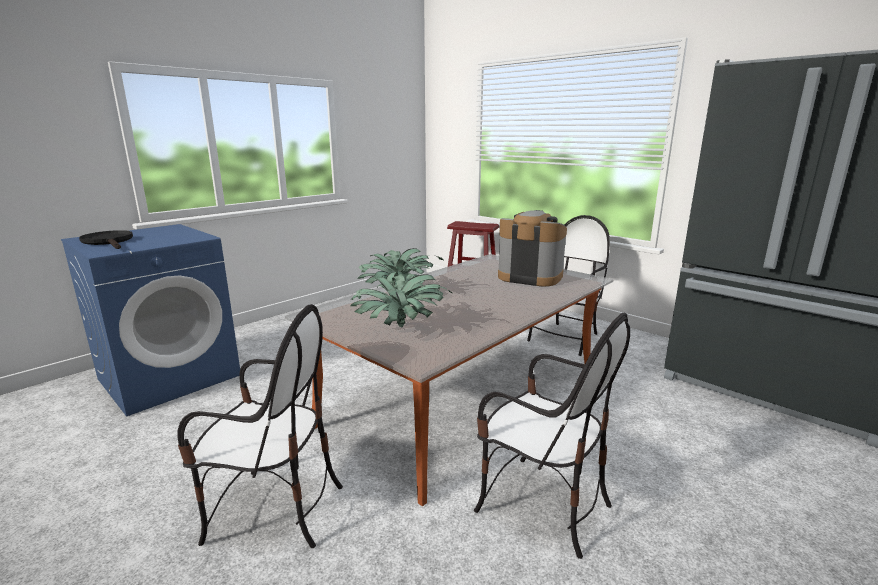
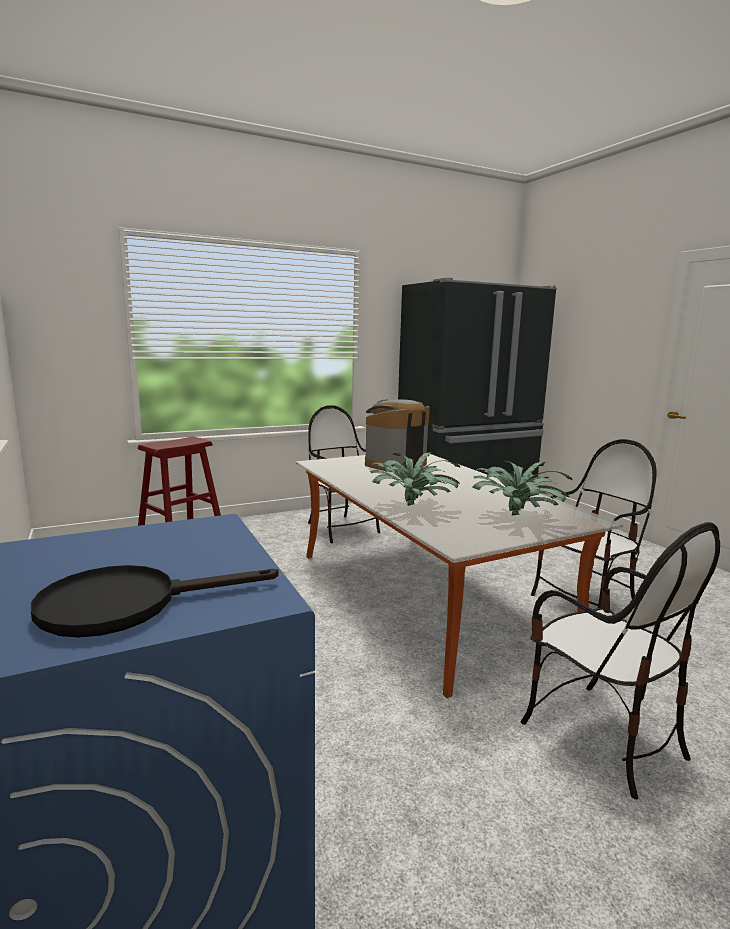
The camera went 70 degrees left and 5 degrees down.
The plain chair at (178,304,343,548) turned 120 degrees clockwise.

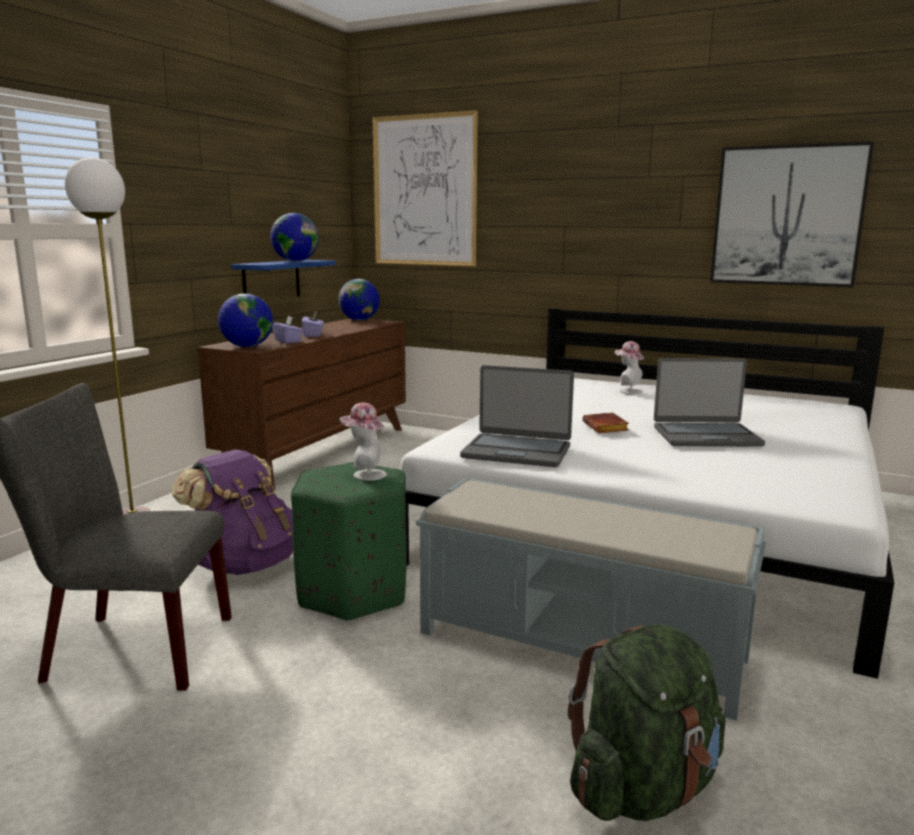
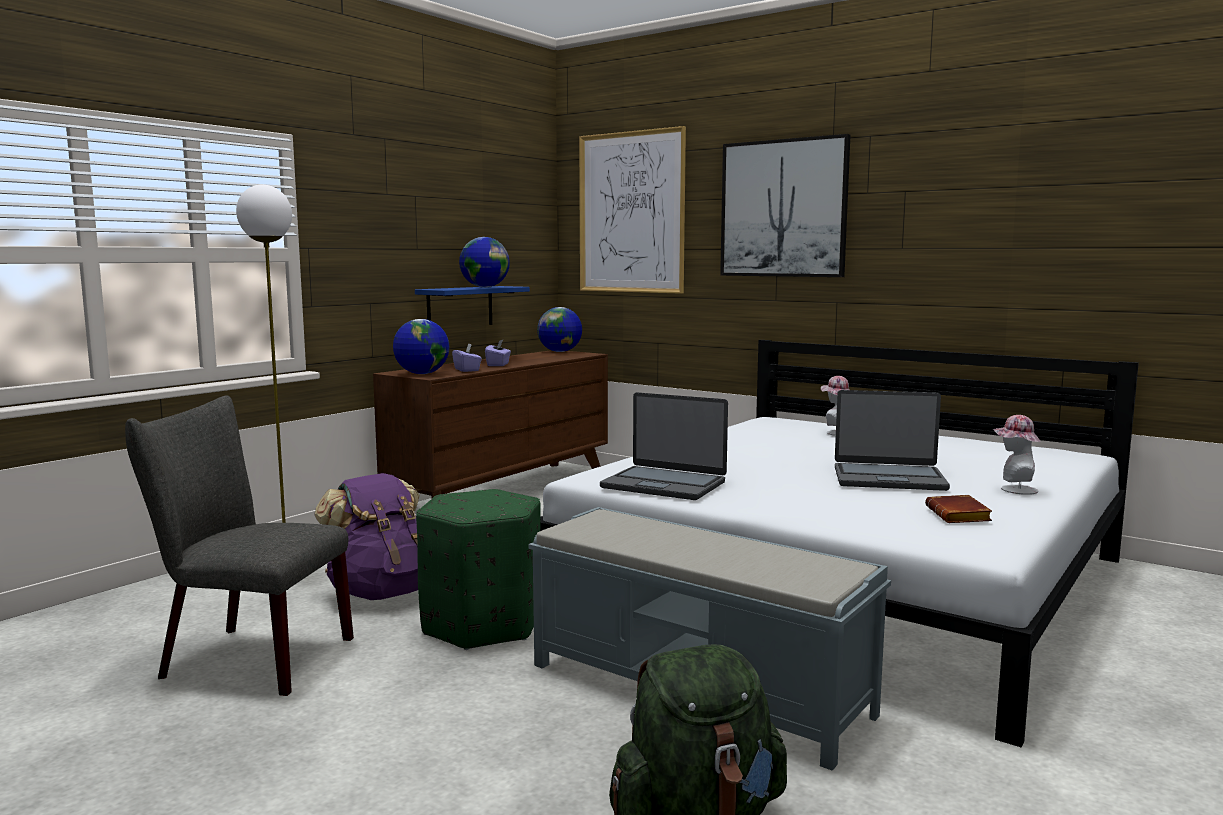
The camera went 10 degrees right and 5 degrees down.
The wearable hat moved from (340,402,386,481) to (993,415,1041,495).
The brownish volume moved from (582,412,629,433) to (925,495,992,523).
The wall picture moved from (710,141,874,287) to (720,134,851,277).

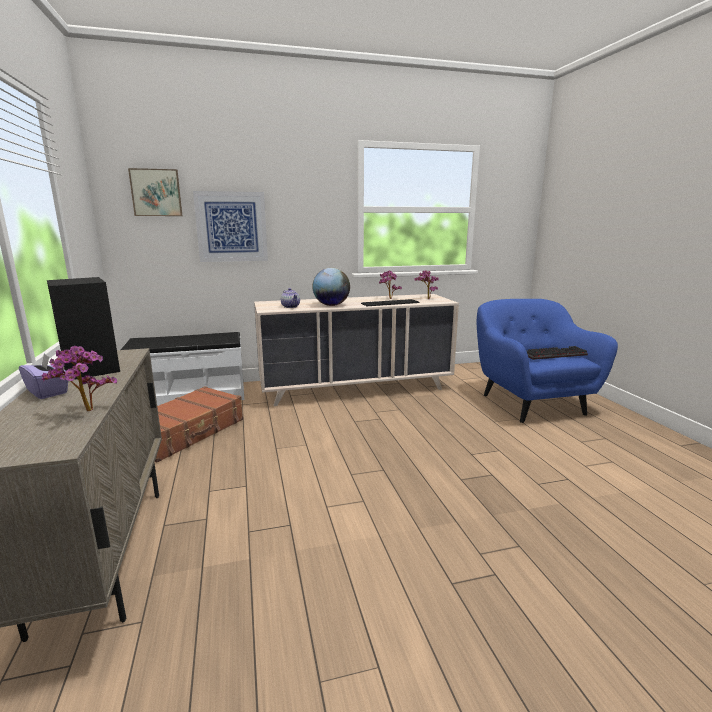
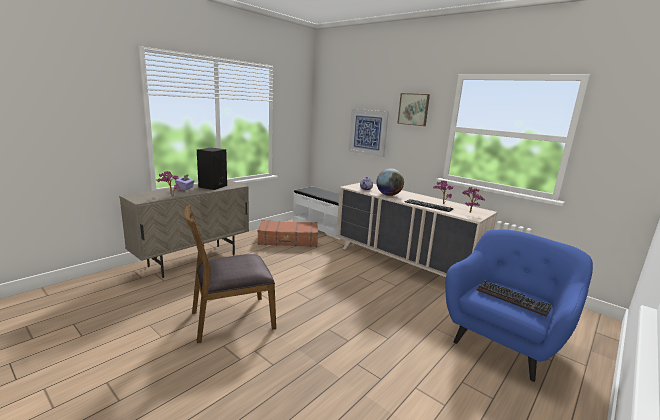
The camera went 55 degrees right and 0 degrees up.
The brownish plain chair at (184,204,276,343) appeared.
The wall picture moved from (128,168,182,216) to (397,93,430,126).

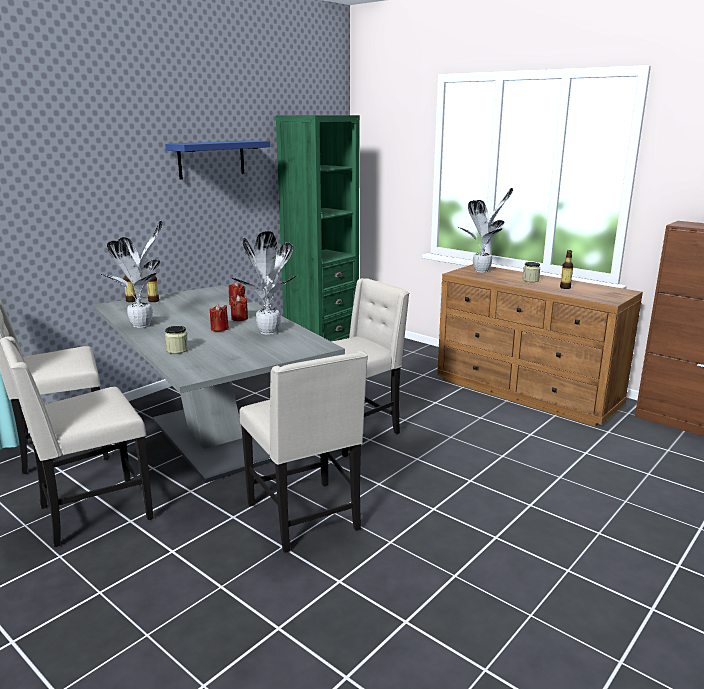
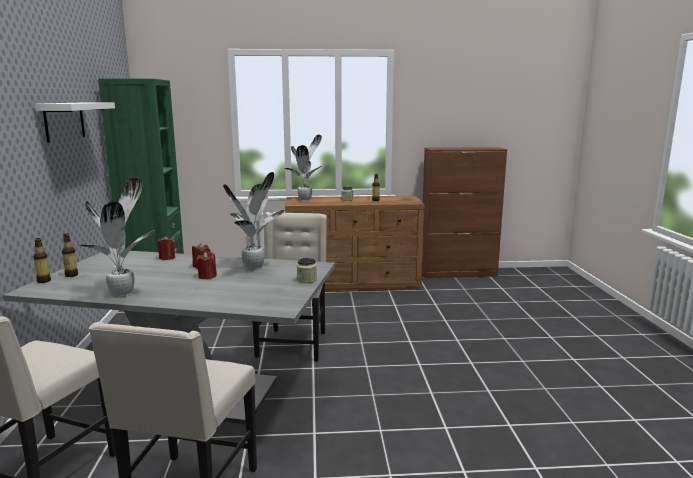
The camera went 45 degrees left and 5 degrees down.
The beige plain chair at (239,351,368,553) disappeared.
The jar moved from (165,326,188,354) to (297,258,317,283).
The blue-coloured wall shelf at (165,140,270,180) became the whitish wall shelf at (35,102,115,143).

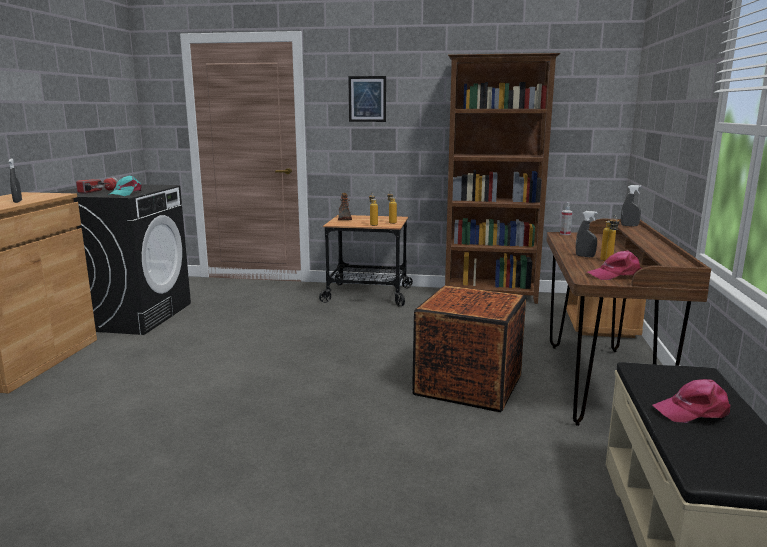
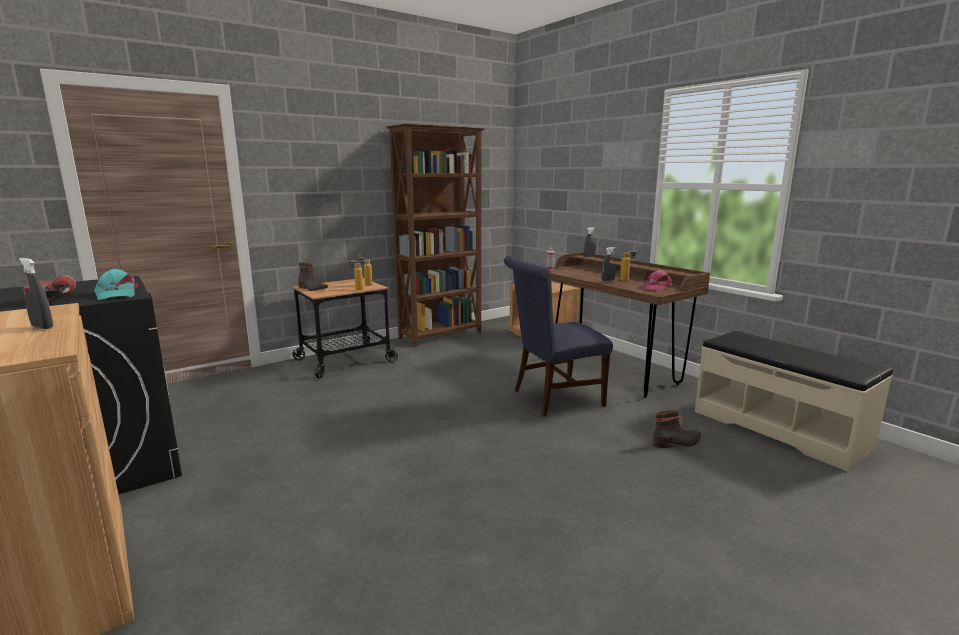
The camera went 45 degrees left and 0 degrees up.
The wall picture at (348,76,386,122) disappeared.
The pink baseball cap at (652,379,730,423) disappeared.
The tall boot at (652,410,701,448) appeared.
The shipping crate at (412,285,526,412) was replaced by the blue-coloured plain chair at (504,256,613,417).

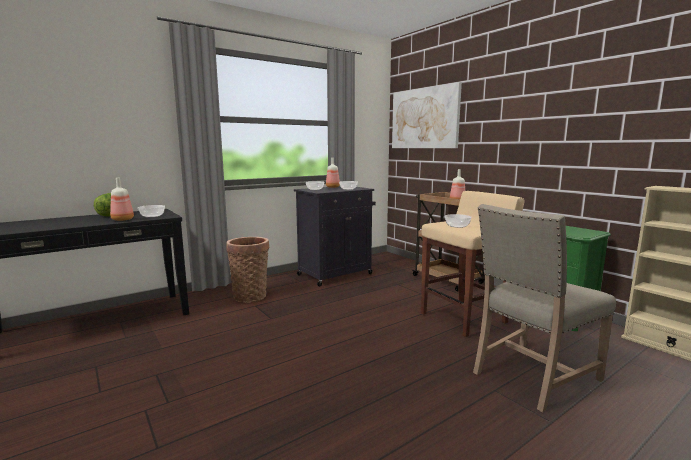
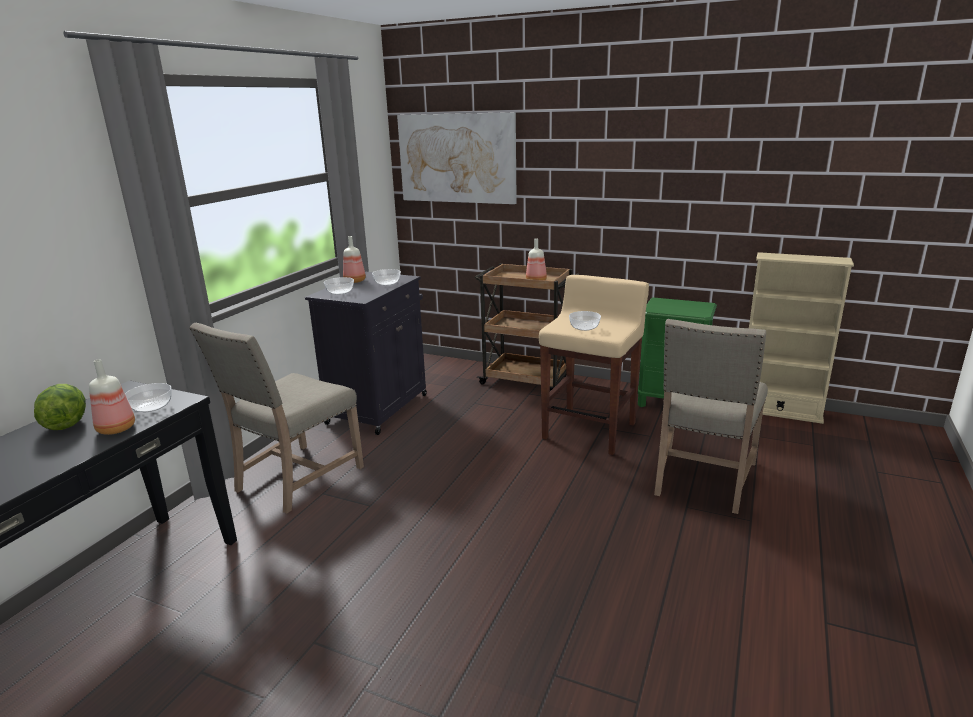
The camera went 30 degrees left and 10 degrees up.
The household basket at (226,237,269,303) was replaced by the beige plain chair at (189,323,364,514).

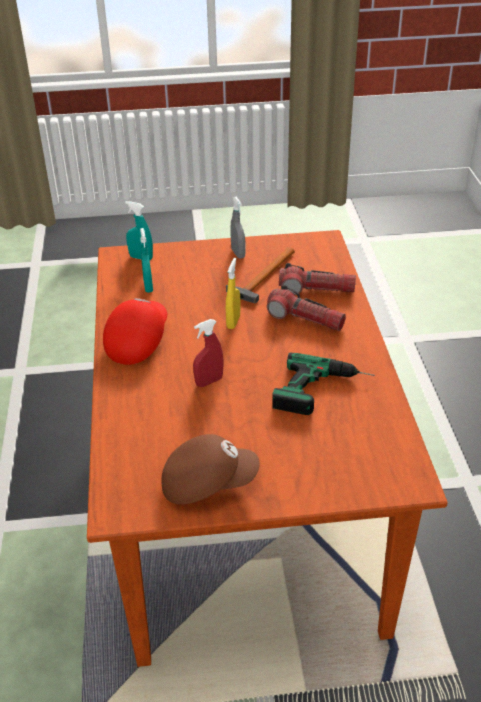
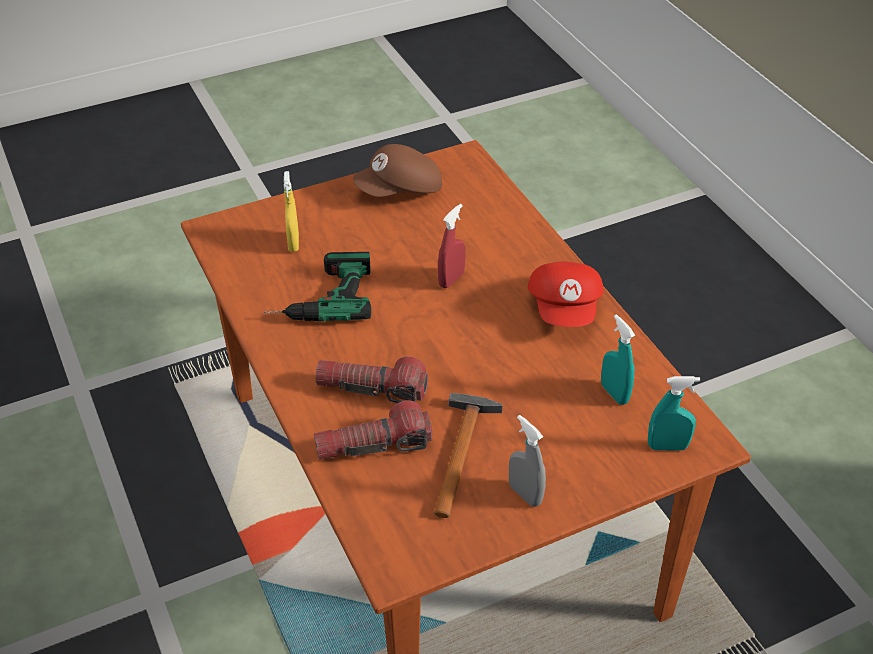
The camera went 160 degrees right and 5 degrees up.
The yellow spray bottle moved from (226,258,240,329) to (284,171,299,252).

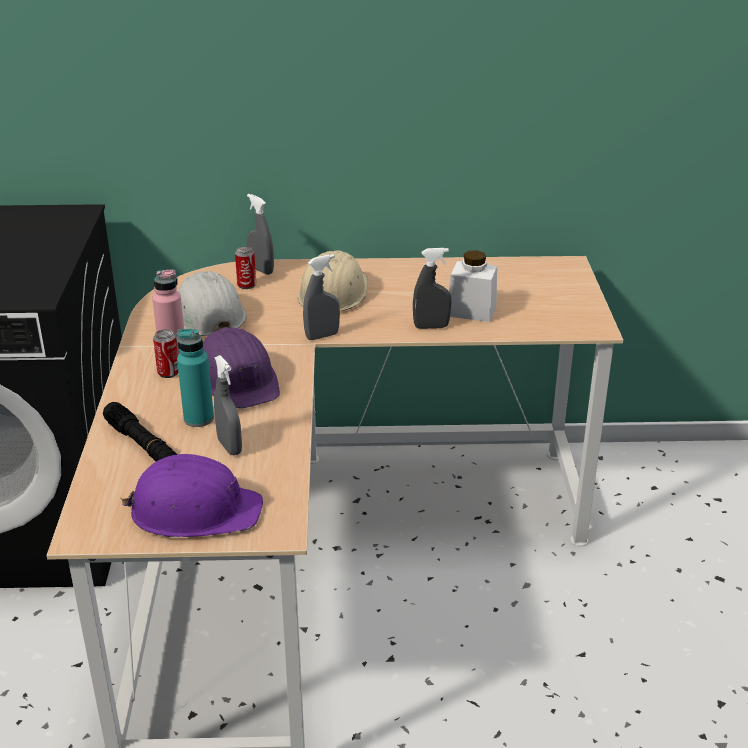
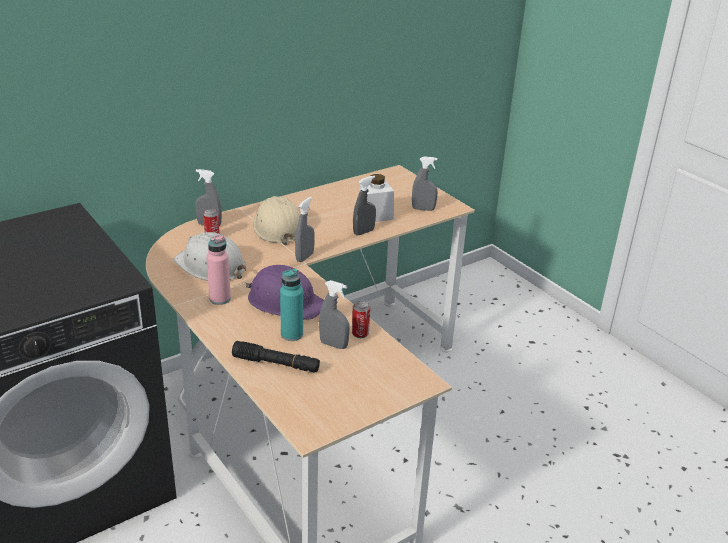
The camera went 35 degrees left and 0 degrees up.
The purple-coloured hard hat at (121,454,263,537) disappeared.
The greyish spray bottle at (412,156,438,211) appeared.
The sealed can moved from (153,329,178,378) to (352,300,370,338).

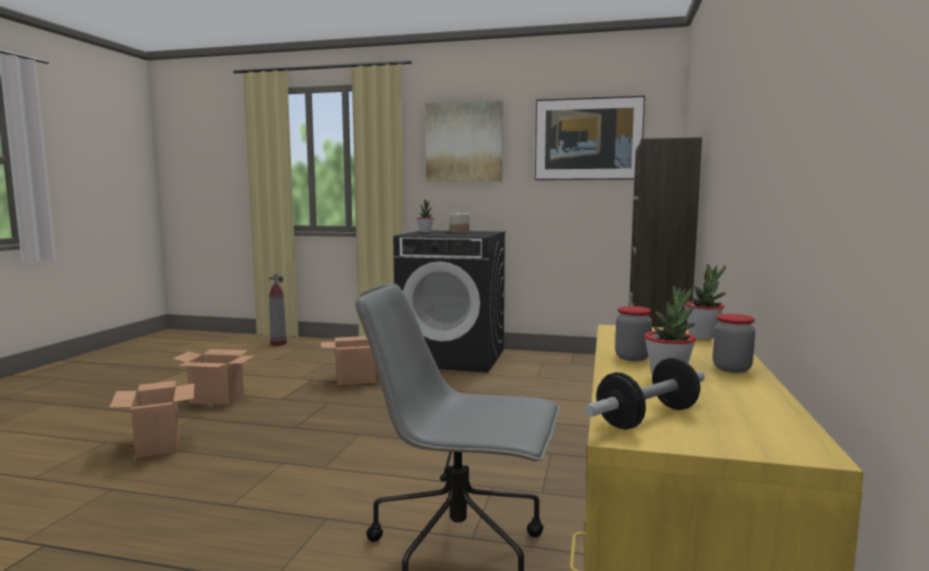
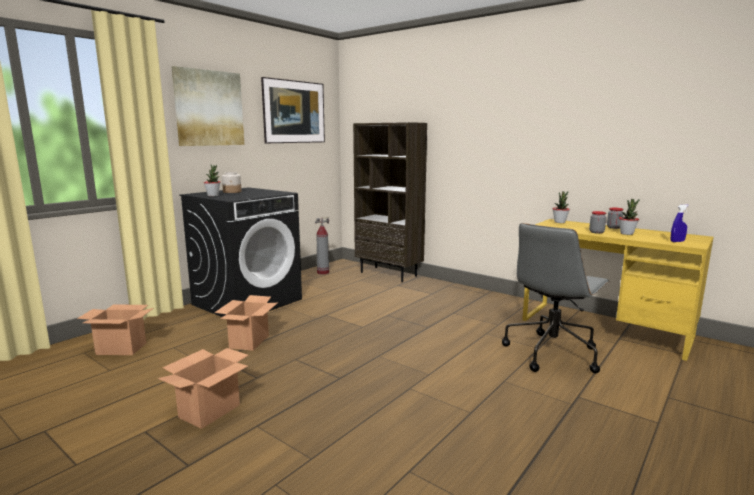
The camera went 65 degrees left and 5 degrees up.
The carton moved from (109,381,195,458) to (77,304,154,355).
The extinguisher moved from (269,274,287,346) to (315,217,329,275).
The free weight at (584,358,705,430) was replaced by the blue-coloured spray bottle at (671,204,689,242).

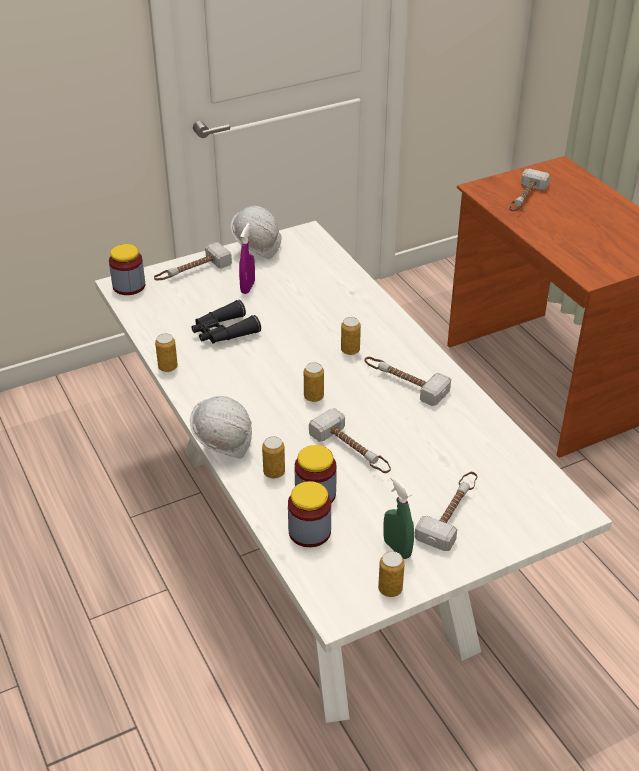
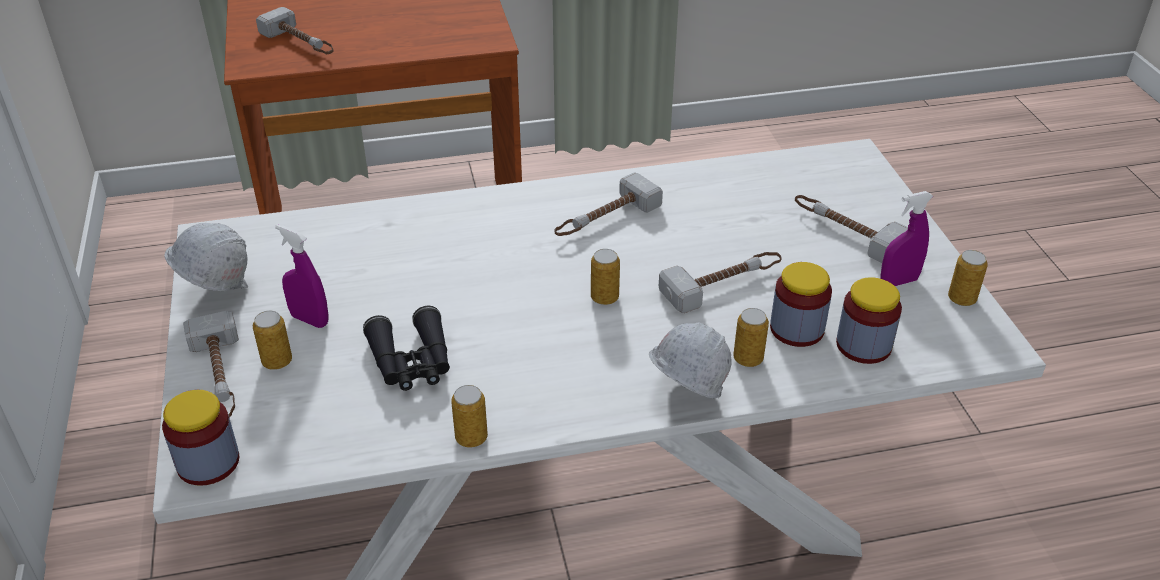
The camera went 75 degrees left and 0 degrees up.
The sealed can moved from (341,317,361,355) to (253,311,292,370).
The greenish spray bottle at (383,476,414,559) became the purple-coloured spray bottle at (880,191,933,286).

